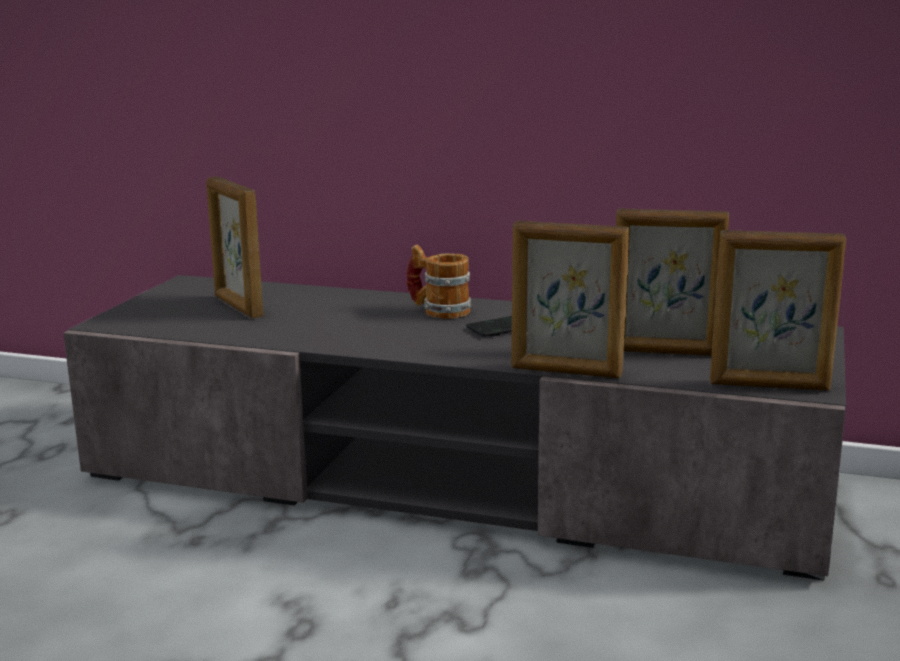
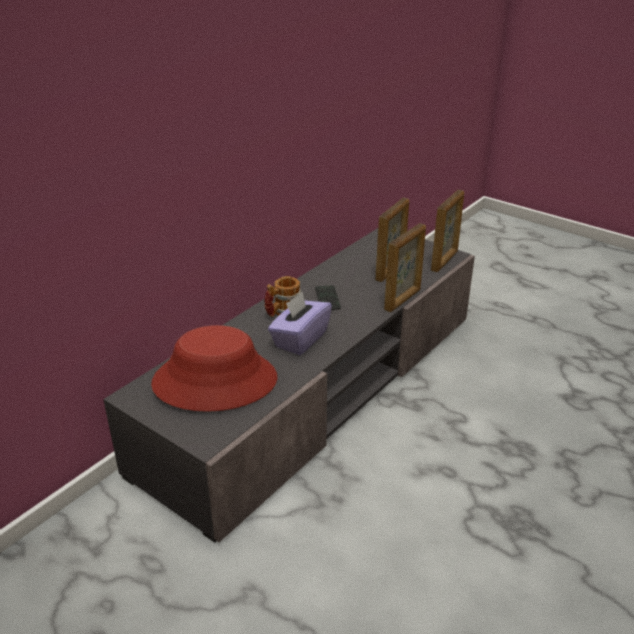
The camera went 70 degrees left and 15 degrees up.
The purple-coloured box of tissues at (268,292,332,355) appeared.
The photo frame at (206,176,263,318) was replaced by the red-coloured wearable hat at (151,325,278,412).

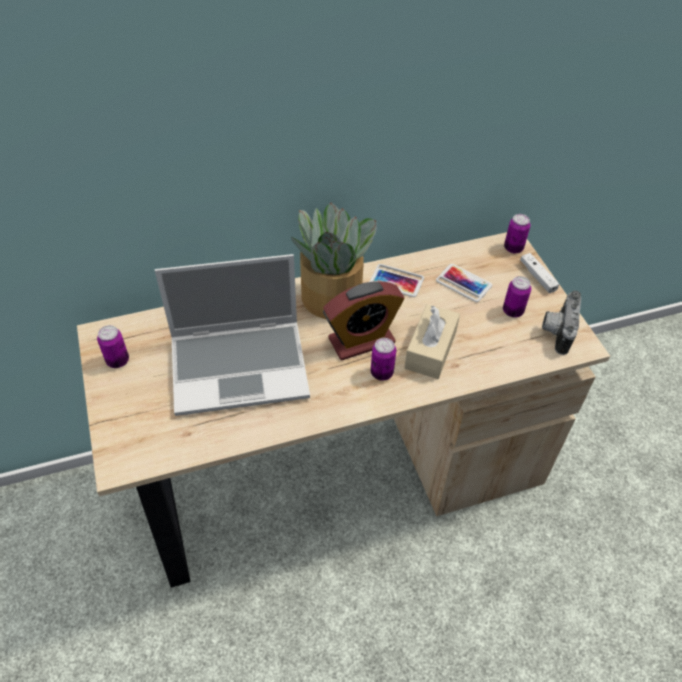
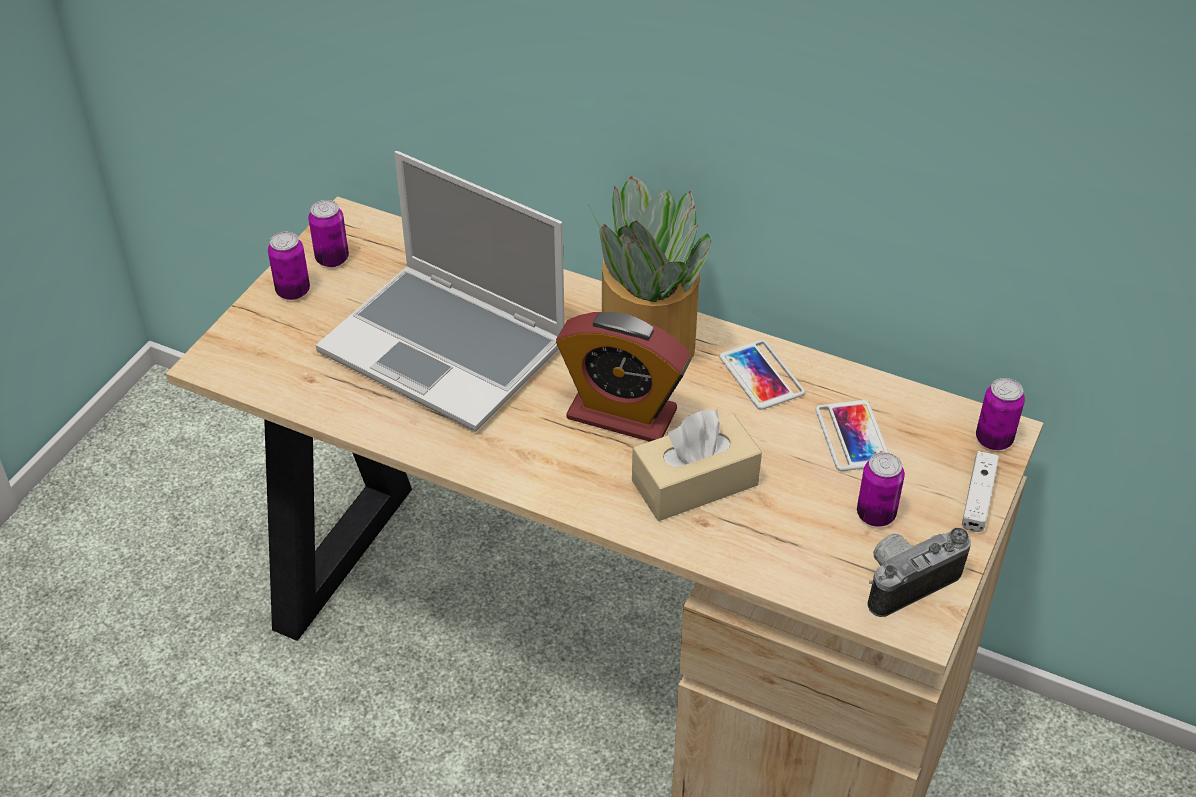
The camera went 45 degrees right and 5 degrees down.
The sealed can moved from (371,338,396,381) to (268,232,310,300).

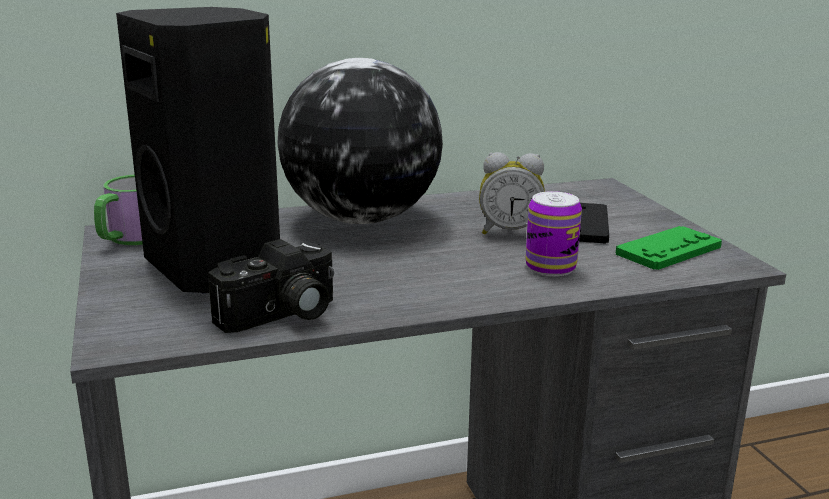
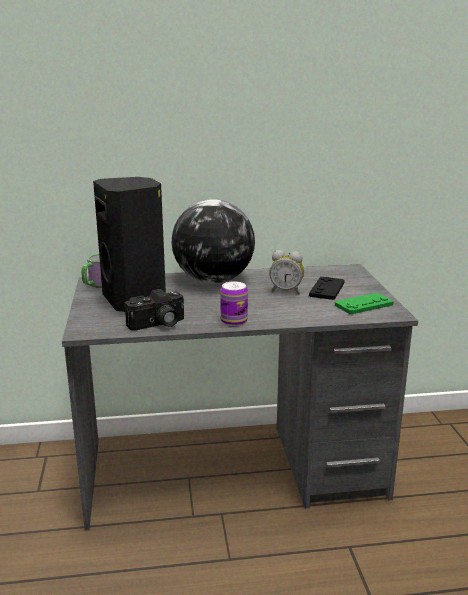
The camera went 10 degrees right and 0 degrees up.
The sealed can moved from (525,191,582,276) to (220,281,248,326).

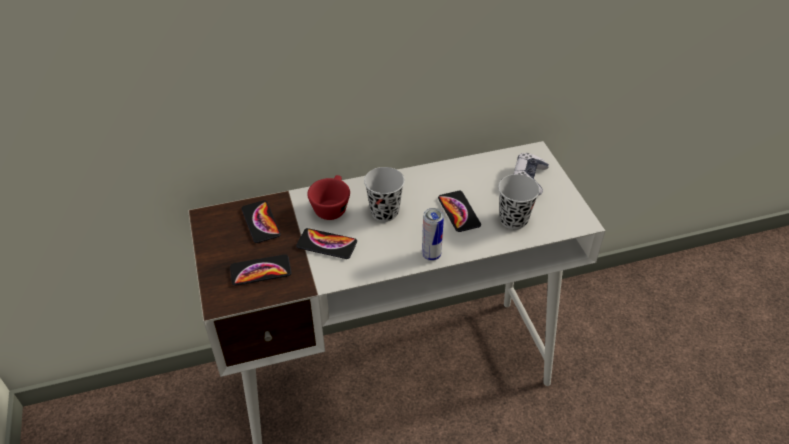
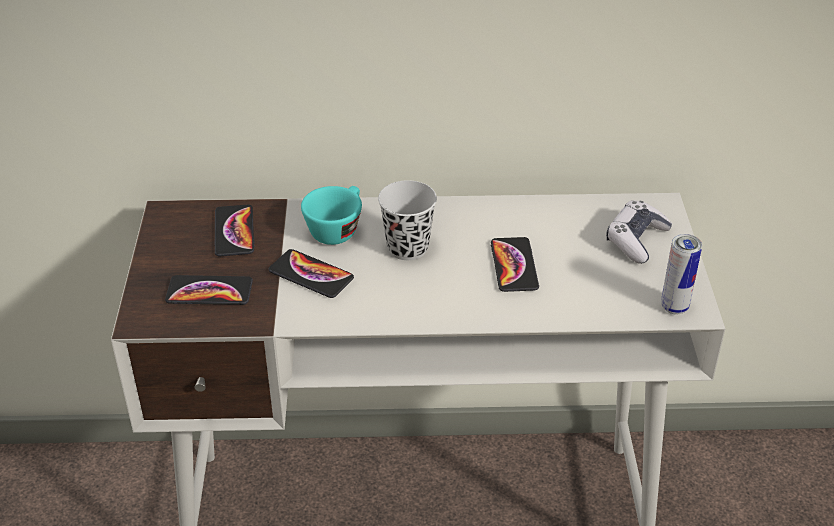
The camera went 15 degrees right and 5 degrees down.
The blackish cup at (498,174,540,230) disappeared.
The sealed can moved from (422,208,444,261) to (661,234,702,314).
The red-coloured cup at (307,175,350,220) became the turquoise cup at (301,186,362,245).

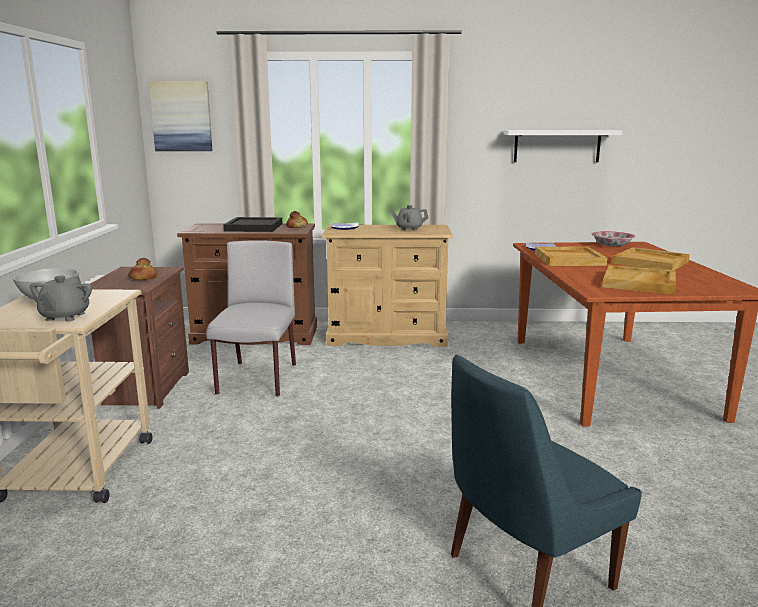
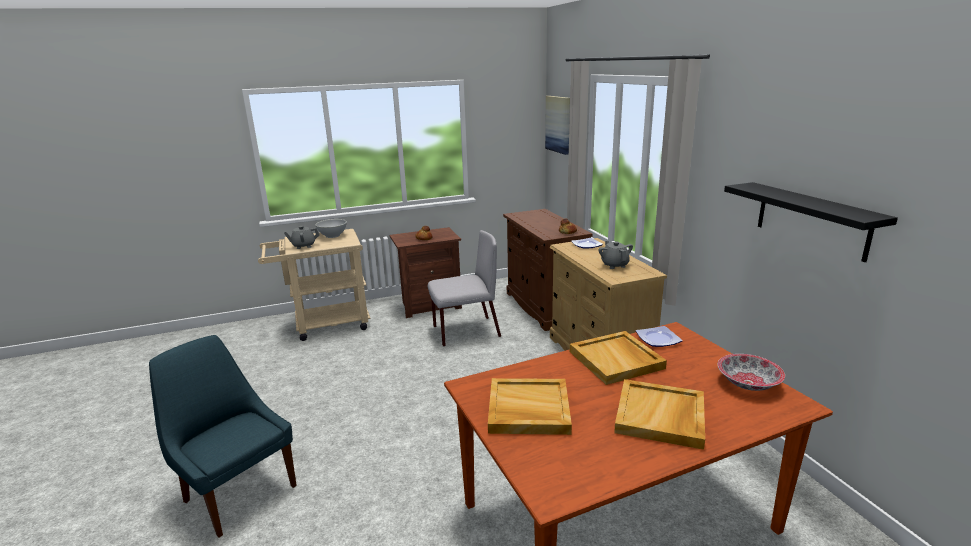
The camera went 70 degrees right and 5 degrees up.
The blackish serving tray at (223,217,282,232) disappeared.
The whitish wall shelf at (504,130,622,162) became the blackish wall shelf at (724,182,898,262).

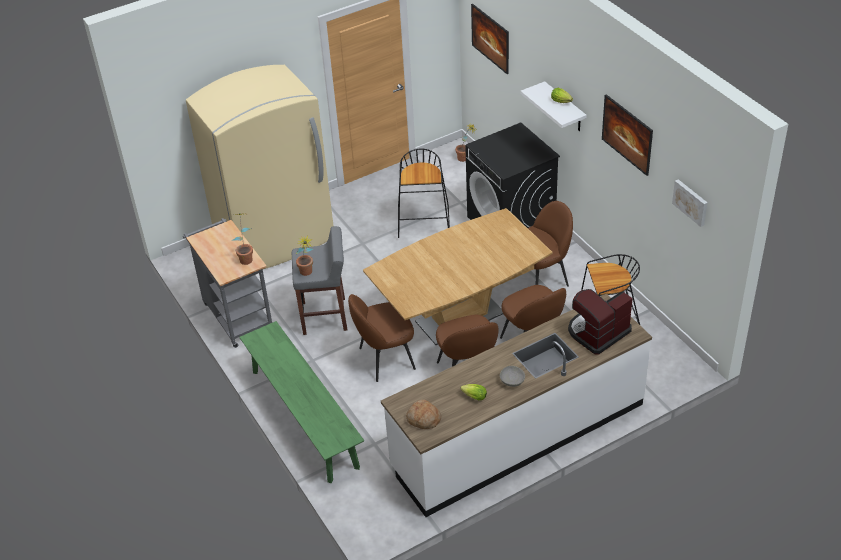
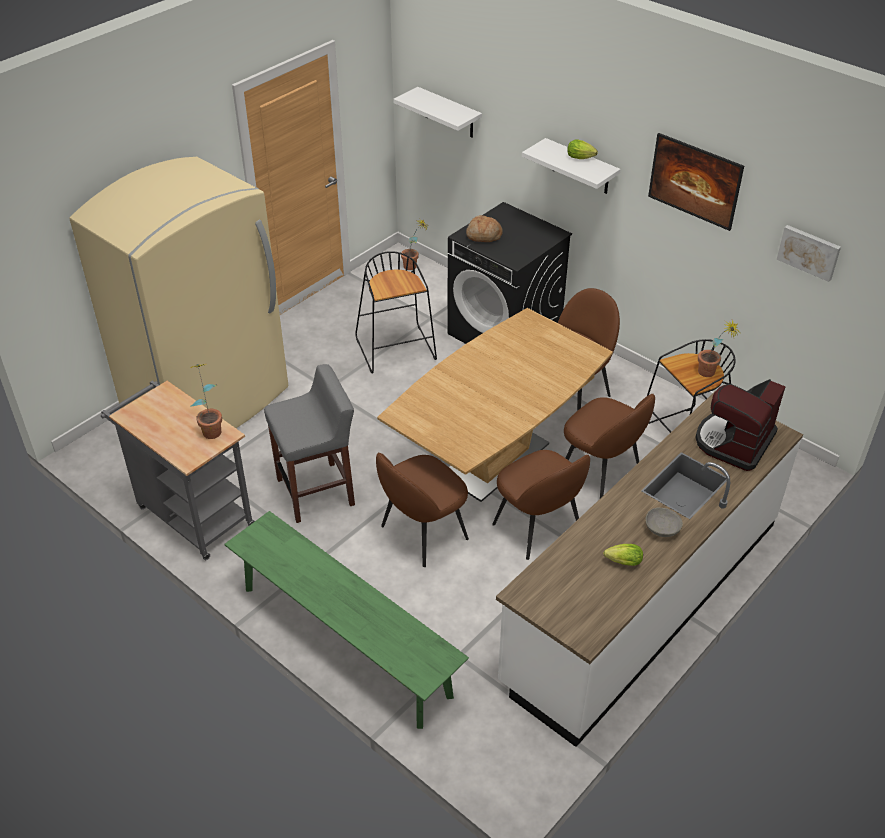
The camera went 20 degrees left and 0 degrees up.
The potted plant moved from (296,236,314,276) to (698,321,740,377).
The bakery bread moved from (406,400,441,429) to (466,215,503,242).
The wall picture at (471,4,509,74) was replaced by the whitish wall shelf at (393,87,482,137).

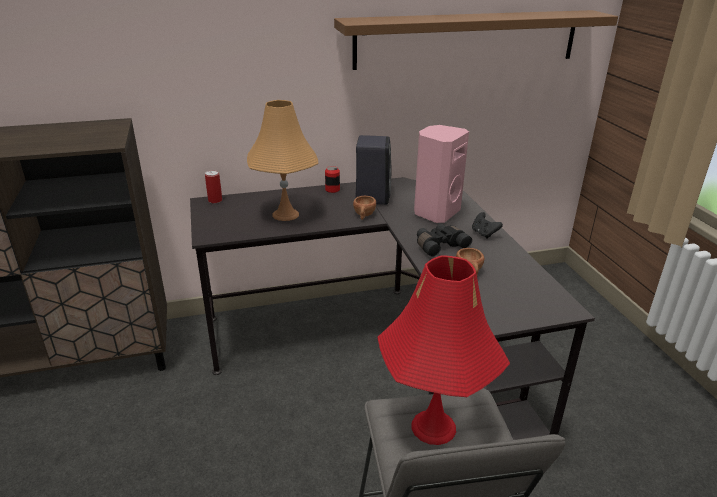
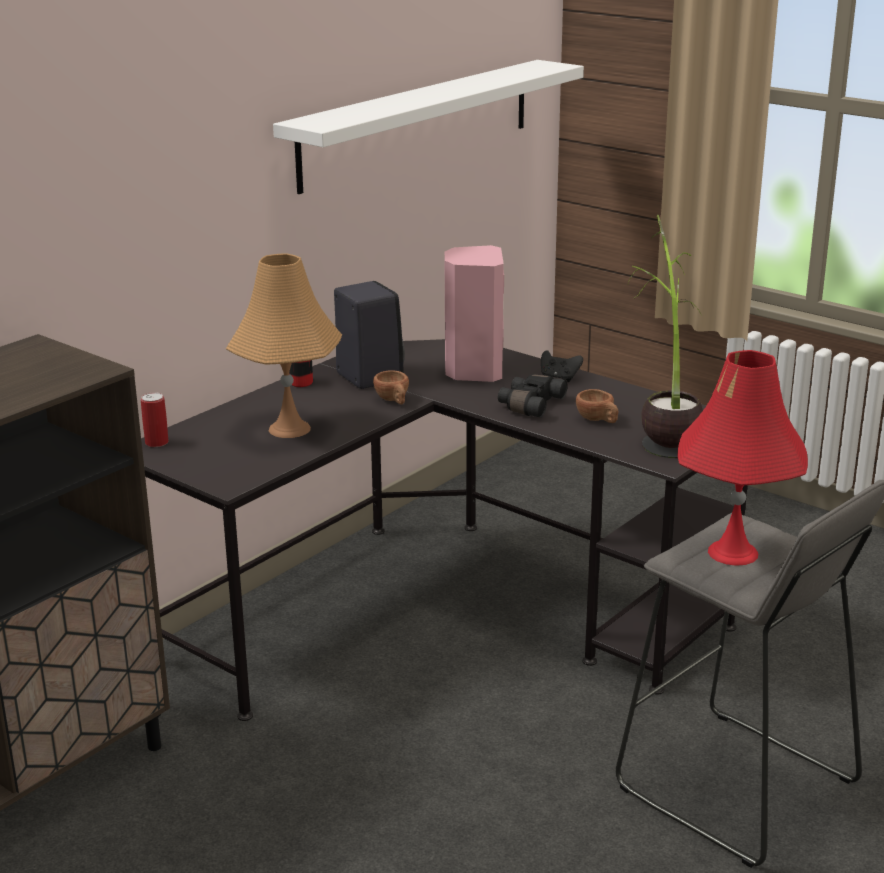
The camera went 35 degrees left and 5 degrees down.
The potted plant at (628,215,703,458) appeared.
The brownish wall shelf at (334,10,618,70) became the whitish wall shelf at (273,60,584,194).

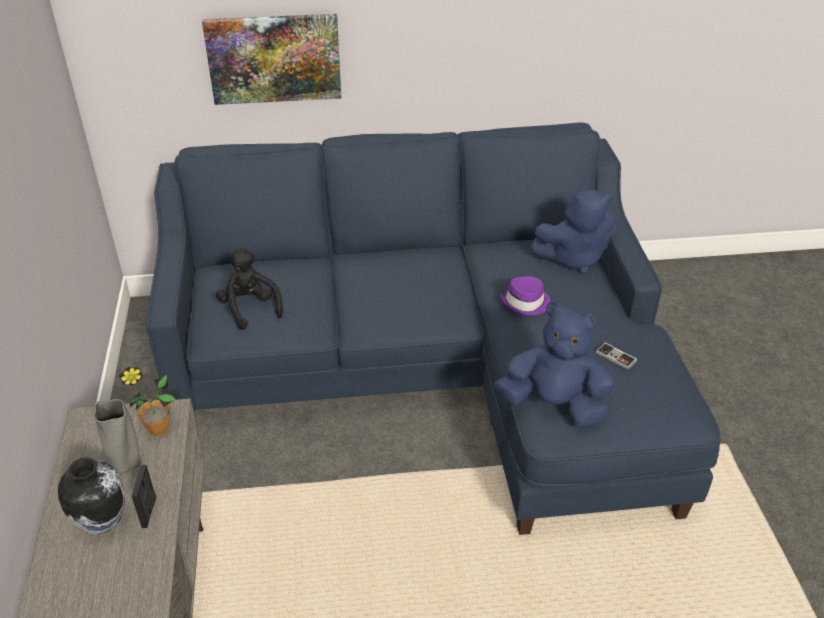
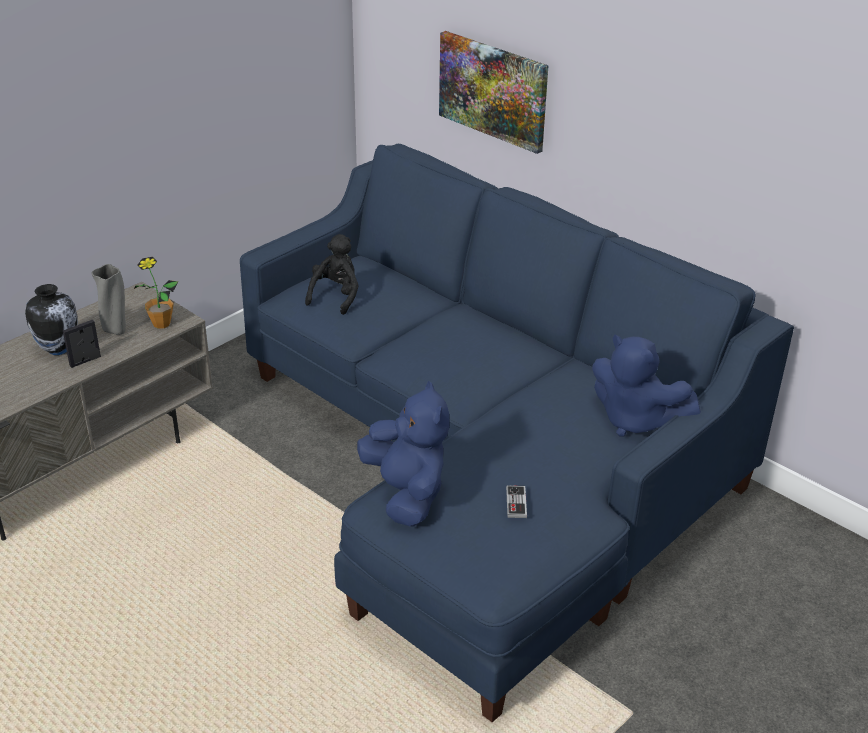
The camera went 50 degrees right and 5 degrees down.
The purple-coloured wearable hat at (501,276,550,316) disappeared.

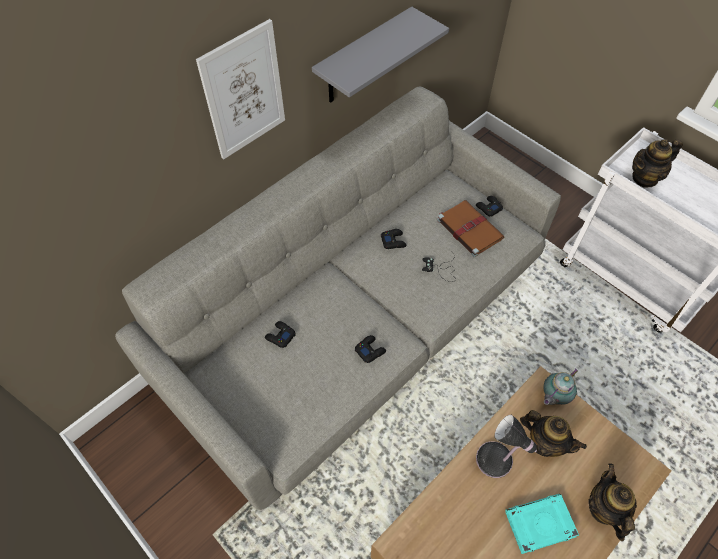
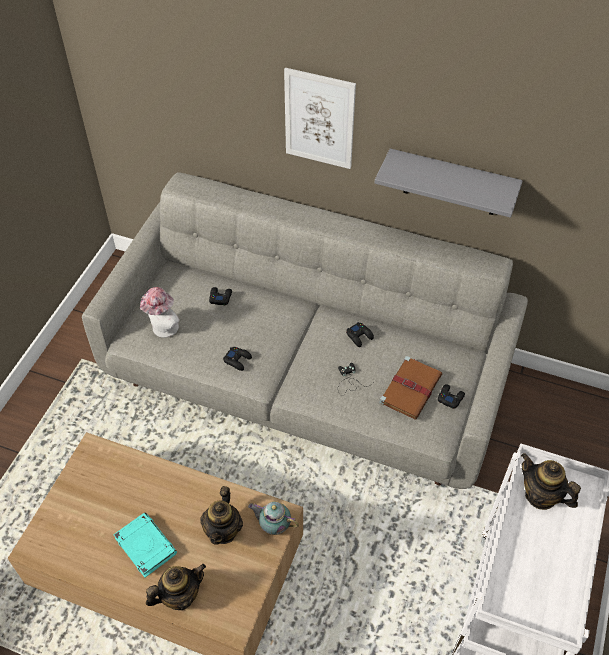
The camera went 65 degrees right and 5 degrees down.
The lamp for a table at (476,415,537,478) disappeared.
The wearable hat at (140,287,179,338) appeared.

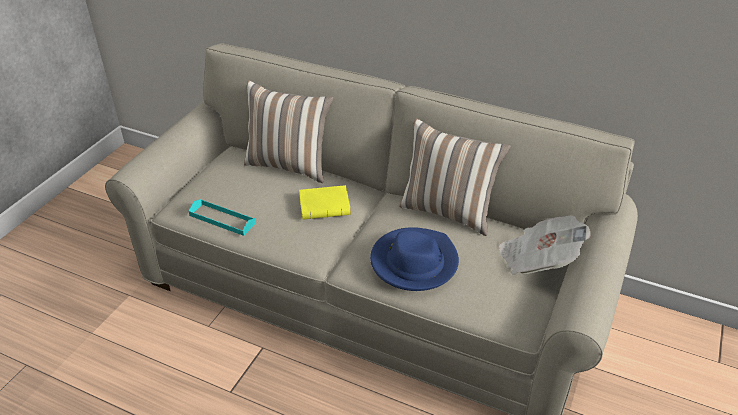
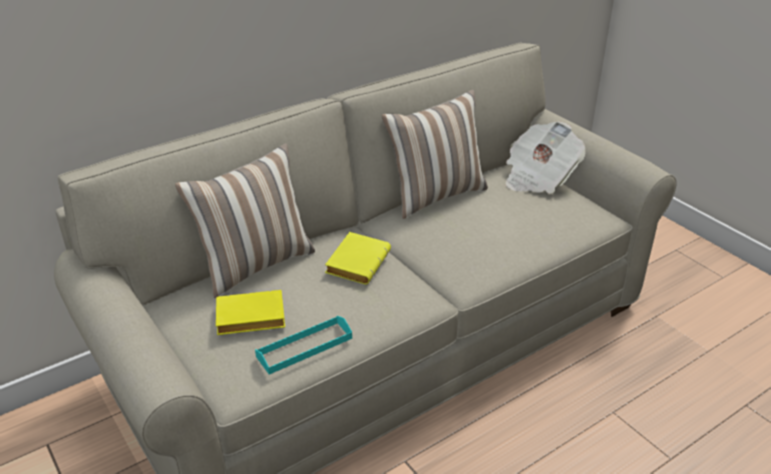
The camera went 60 degrees left and 5 degrees down.
The blue-coloured wearable hat at (370,227,459,291) disappeared.
The yellow volume at (216,290,285,335) appeared.

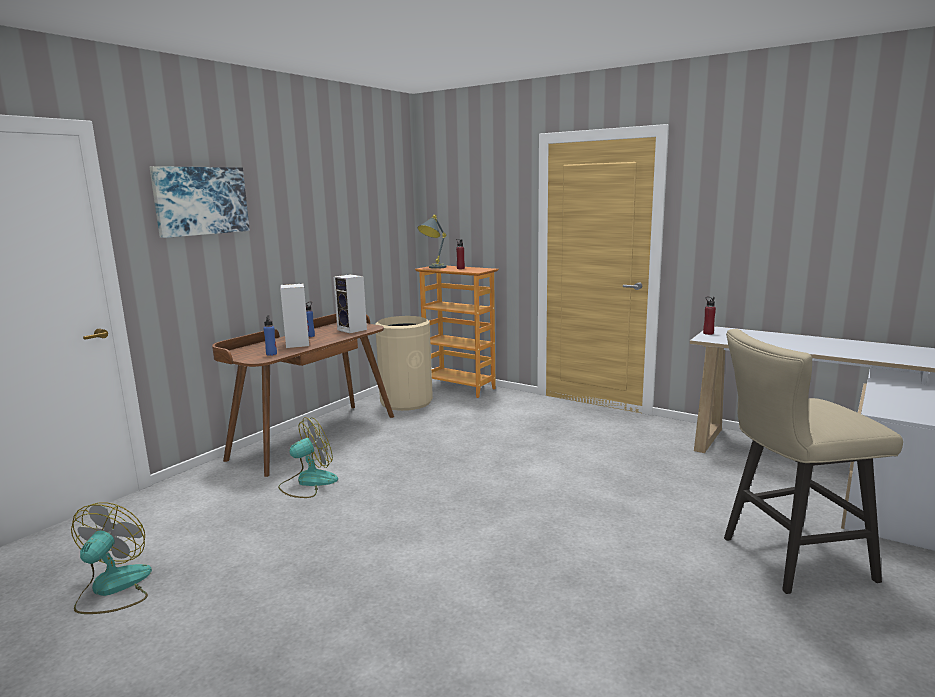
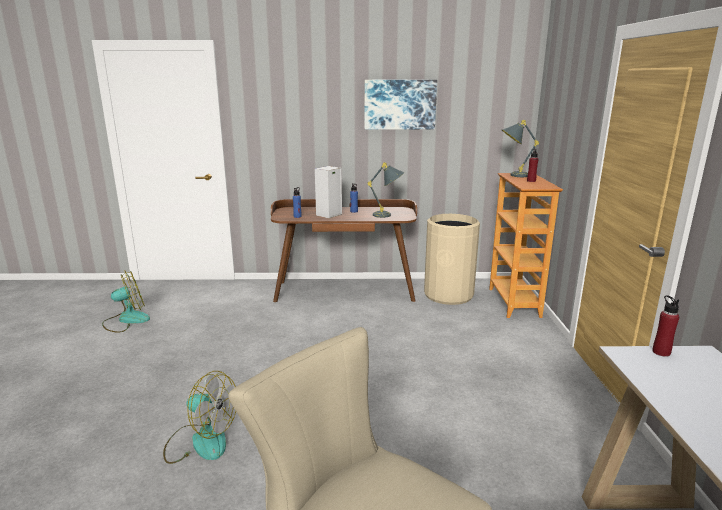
The camera went 55 degrees right and 5 degrees up.
The wall picture moved from (150,166,250,238) to (365,80,437,129).
The fan moved from (278,417,338,498) to (163,371,236,464).
The loudspeaker at (333,274,367,333) was replaced by the greyish lamp for a table at (367,162,405,218).

